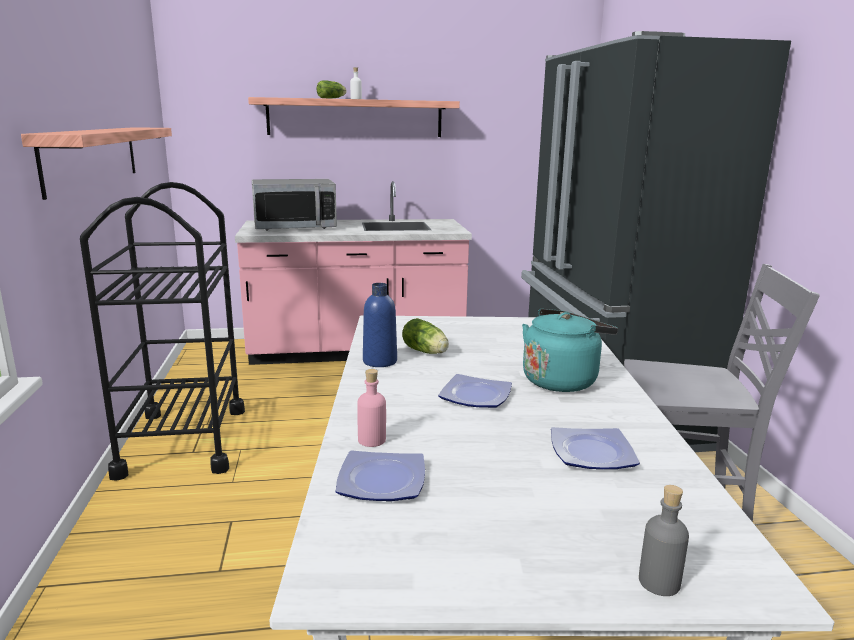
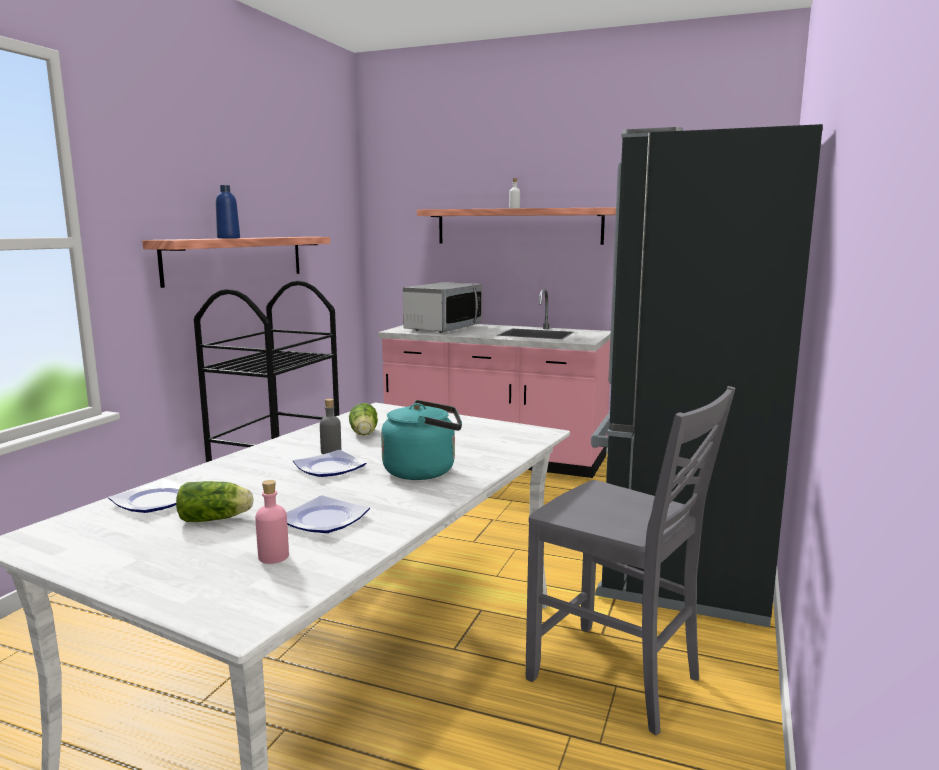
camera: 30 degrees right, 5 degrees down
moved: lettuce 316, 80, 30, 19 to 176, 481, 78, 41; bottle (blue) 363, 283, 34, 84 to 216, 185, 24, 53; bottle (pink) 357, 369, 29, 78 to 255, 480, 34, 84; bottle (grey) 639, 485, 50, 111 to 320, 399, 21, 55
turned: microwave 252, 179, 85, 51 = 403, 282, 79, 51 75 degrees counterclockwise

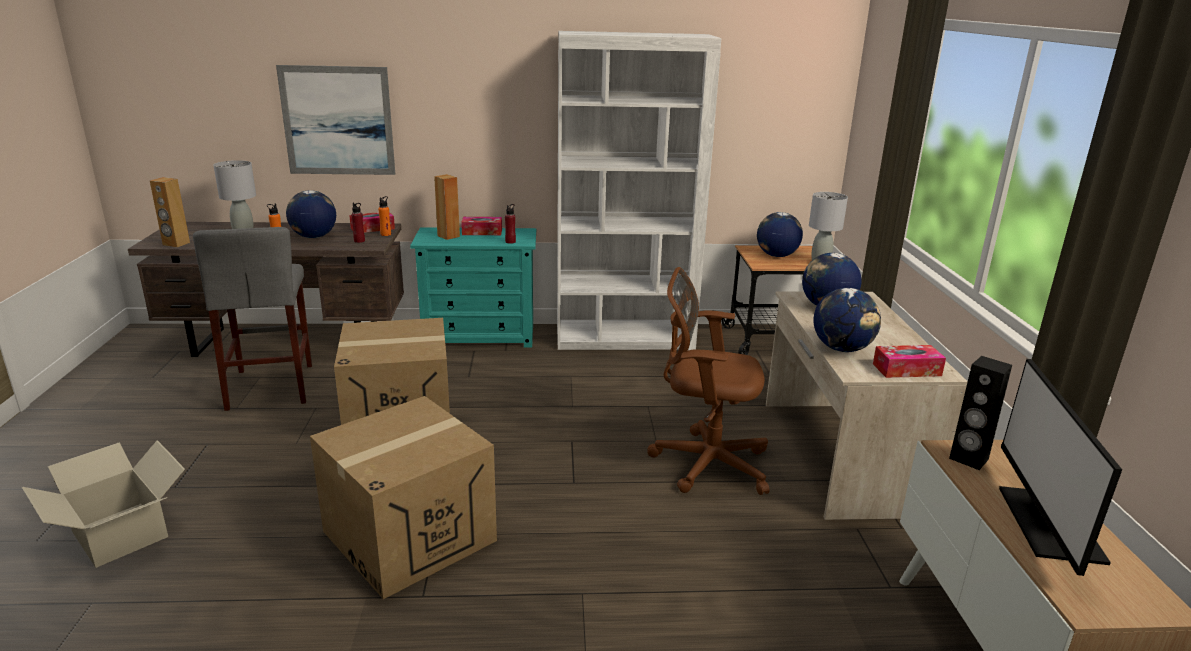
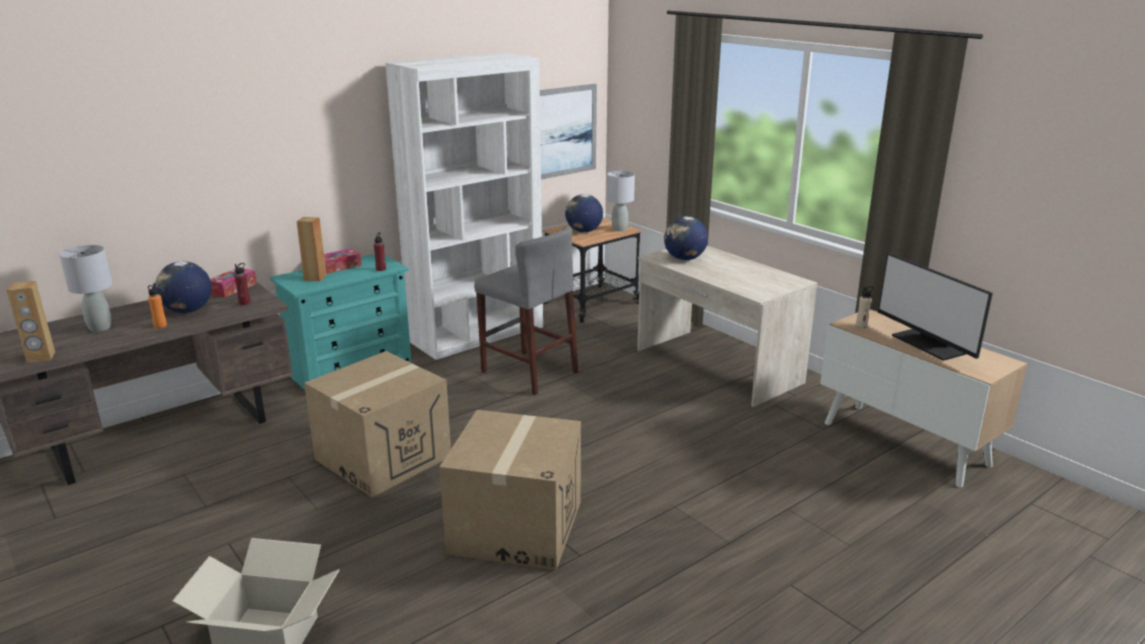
camera: 35 degrees left, 0 degrees up
removed: bottle (orange) 378, 196, 13, 40; office chair (brown) 647, 267, 122, 228; globe 813, 288, 68, 64; tissue box 873, 345, 73, 33
moved: stool (grey) 193, 227, 119, 184 to 474, 226, 104, 169; picture 276, 65, 119, 110 to 540, 84, 57, 96
replaced: speaker (black) 949, 356, 63, 114 to bottle (beige) 856, 286, 17, 42

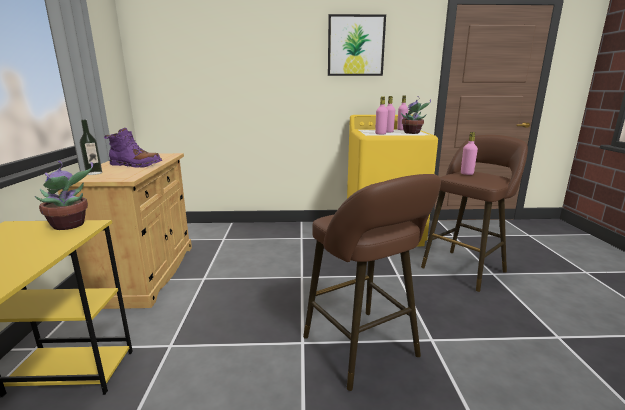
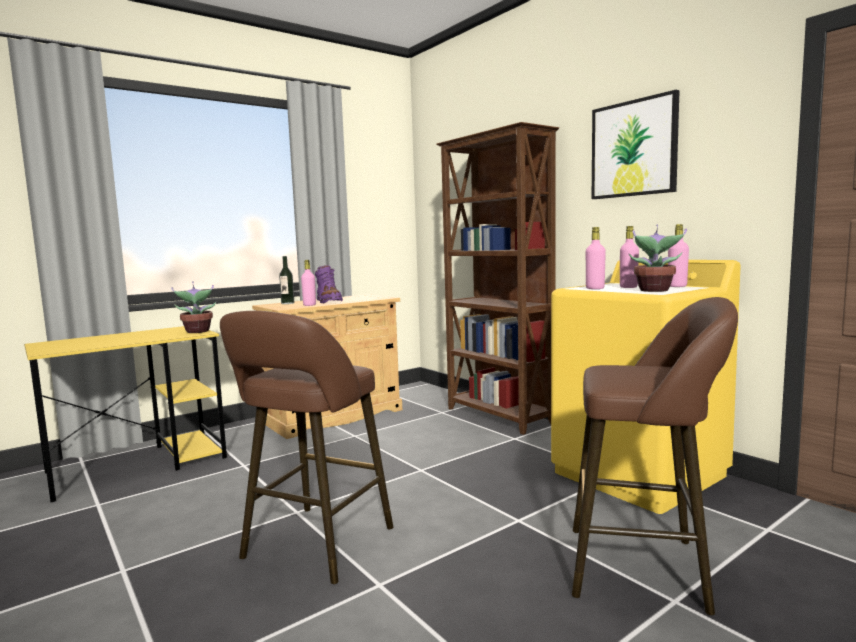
camera: 55 degrees right, 10 degrees down
added: bookcase (brown) 436, 122, 123, 313
moved: bottle (pink) 461, 132, 17, 43 to 301, 260, 15, 46

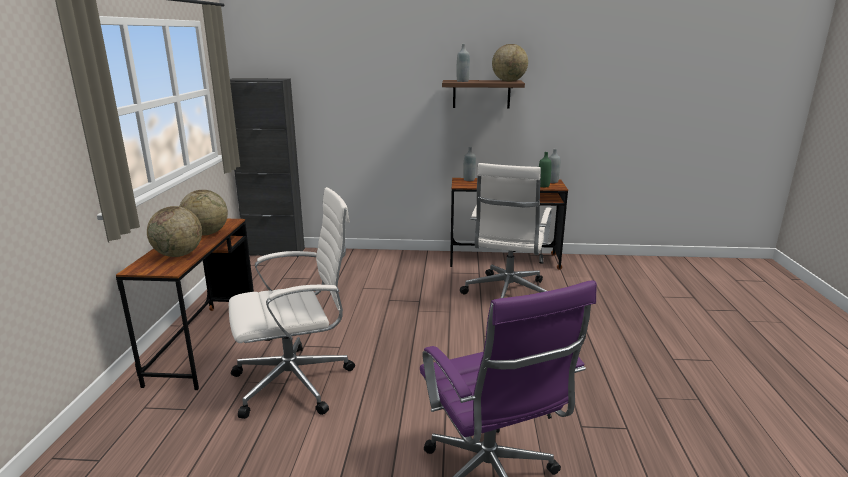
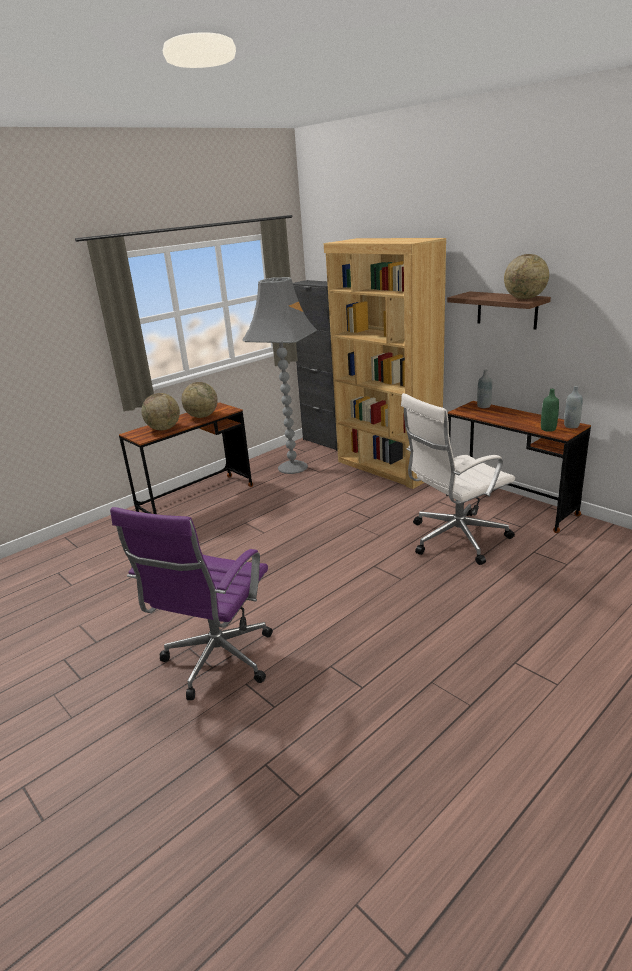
camera: 45 degrees right, 5 degrees up
removed: office chair (white) 229, 187, 126, 232; bottle (grey) 456, 44, 14, 38
added: floor lamp (grey) 243, 277, 74, 197; bookcase (brown) 324, 238, 122, 251

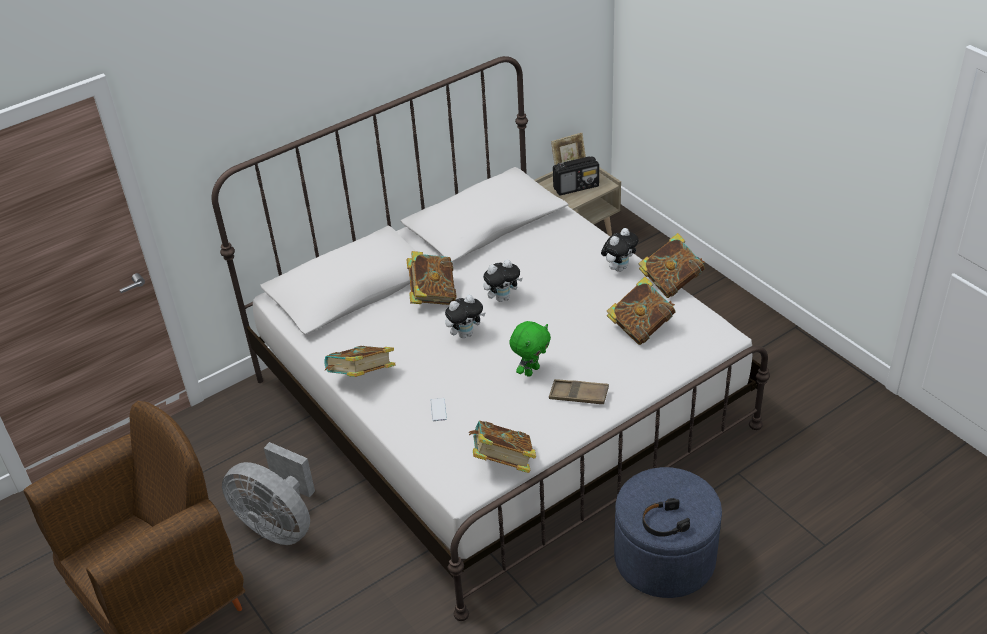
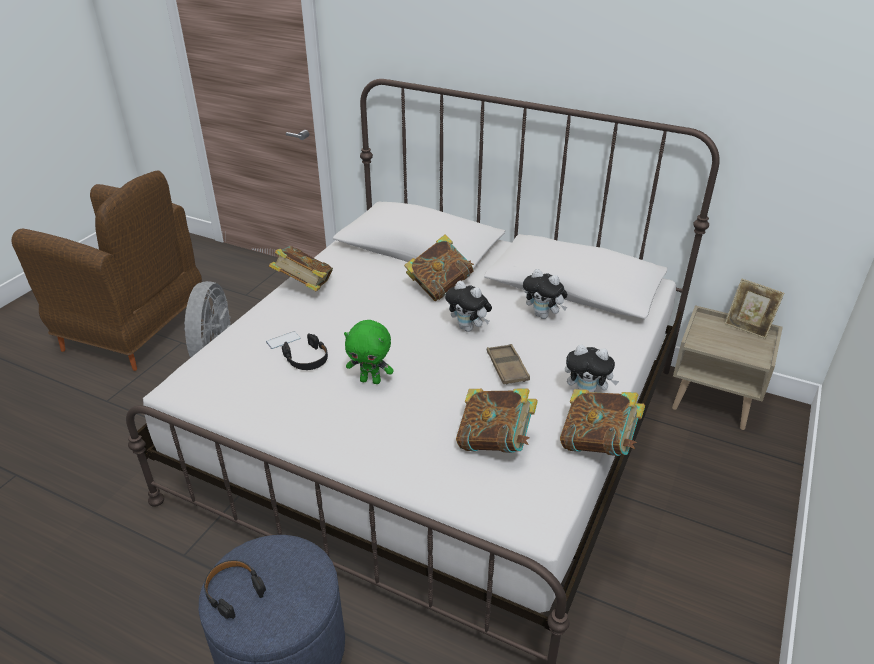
camera: 60 degrees right, 5 degrees down
removed: book 469, 421, 67, 52; radio 553, 156, 46, 39
added: headphones (black) 282, 333, 46, 37
moved: tray (brown) 549, 379, 60, 25 to 487, 344, 43, 41; plush toy 445, 295, 41, 43 to 523, 269, 44, 50

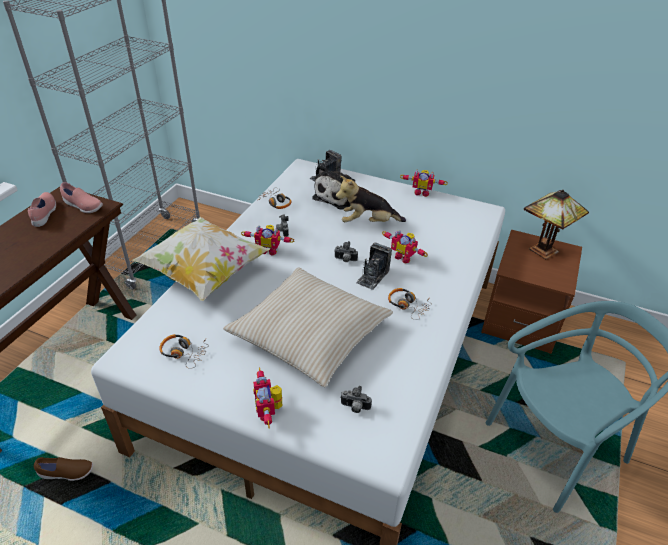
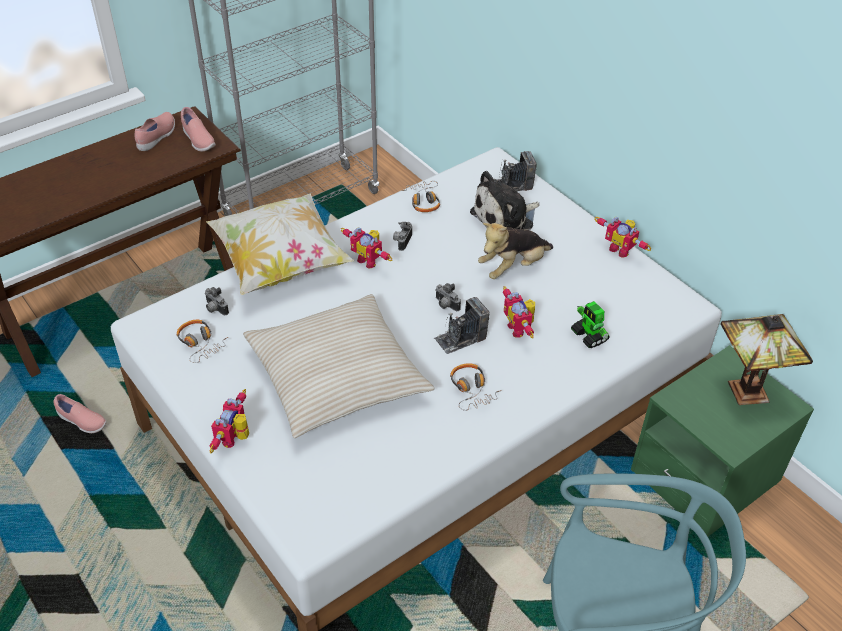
camera: 30 degrees right, 5 degrees up
added: toy robot 571, 301, 39, 47
moved: photo camera 341, 386, 31, 27 to 205, 287, 24, 28
recoloured: shoe (brown) 34, 457, 59, 24 to shoe (pink) 54, 394, 53, 39; nightstand (brown) 481, 230, 101, 124 to nightstand (green) 631, 345, 183, 191
turned: plush toy 336, 176, 70, 46 = 478, 223, 75, 56 60 degrees counterclockwise

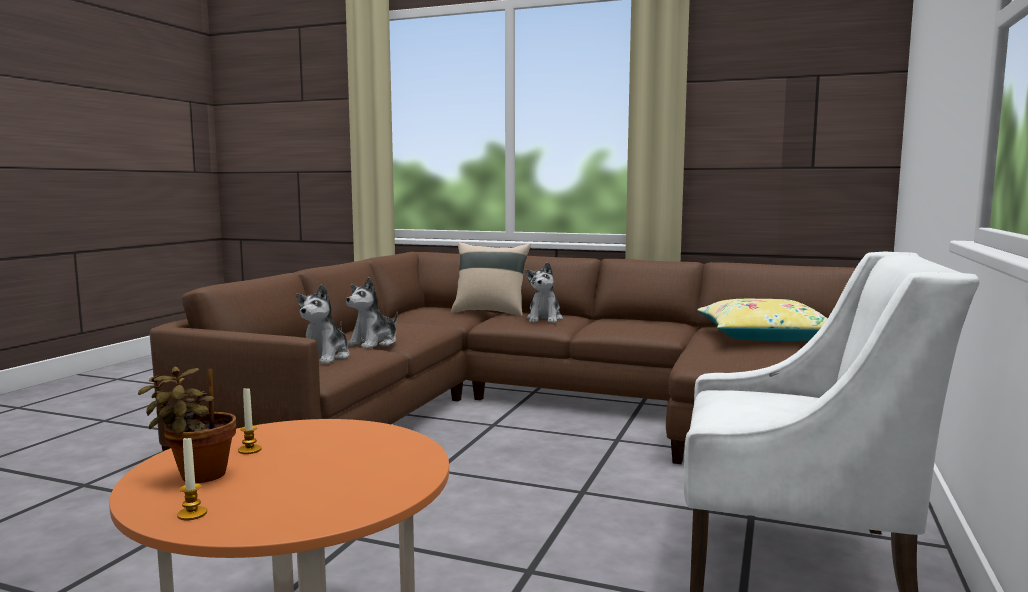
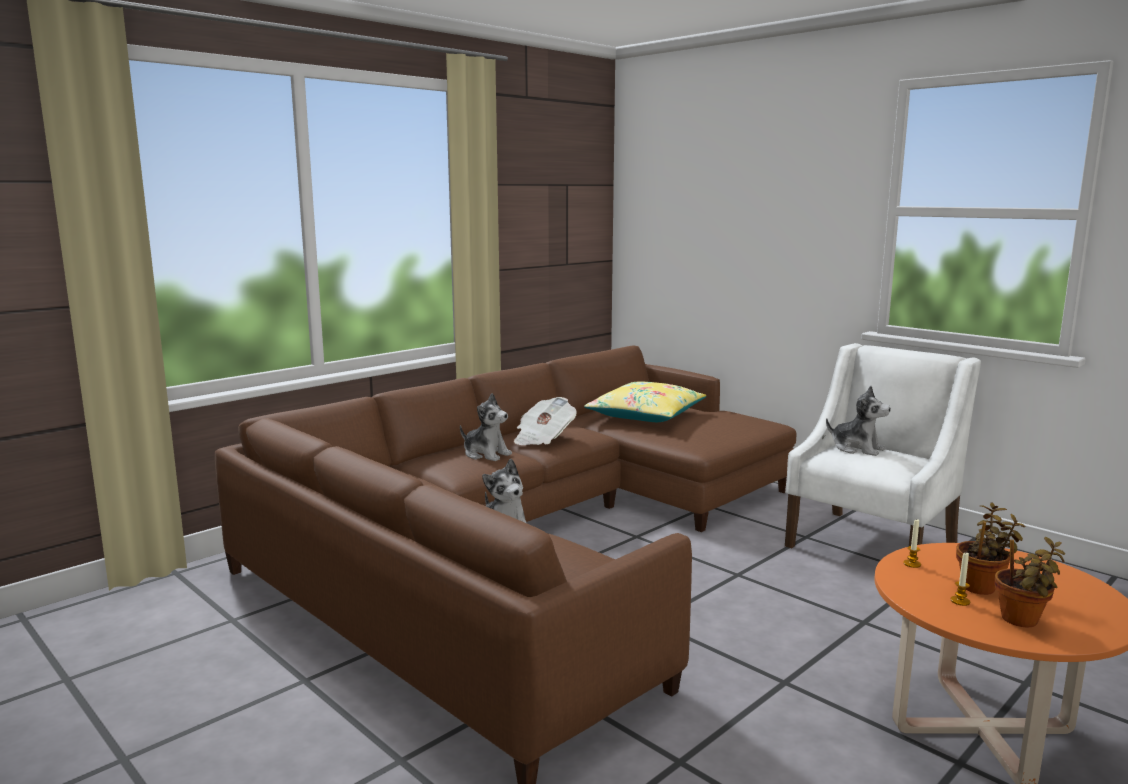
camera: 65 degrees left, 5 degrees up
removed: pillow (beige) 451, 242, 80, 75
added: newspaper 514, 397, 63, 48; potted plant 956, 503, 69, 92
moved: plush toy 296, 284, 54, 80 to 826, 386, 65, 70; candle 177, 438, 30, 82 to 903, 519, 18, 49

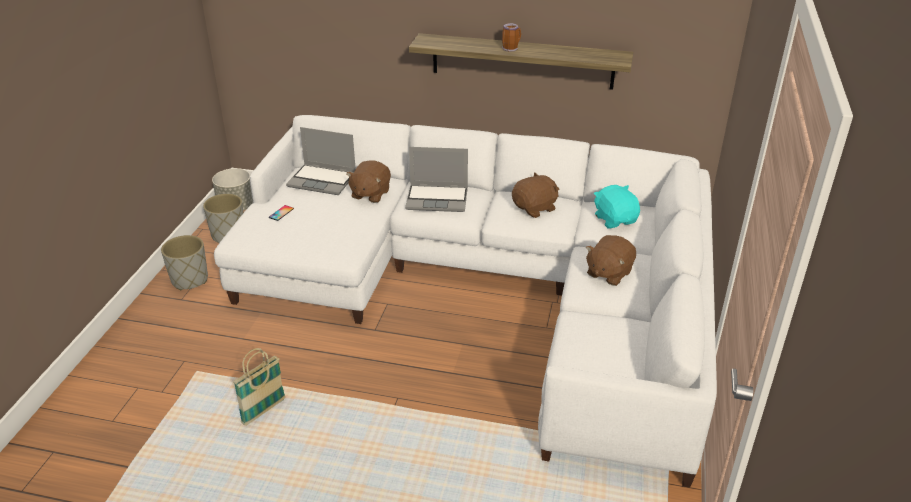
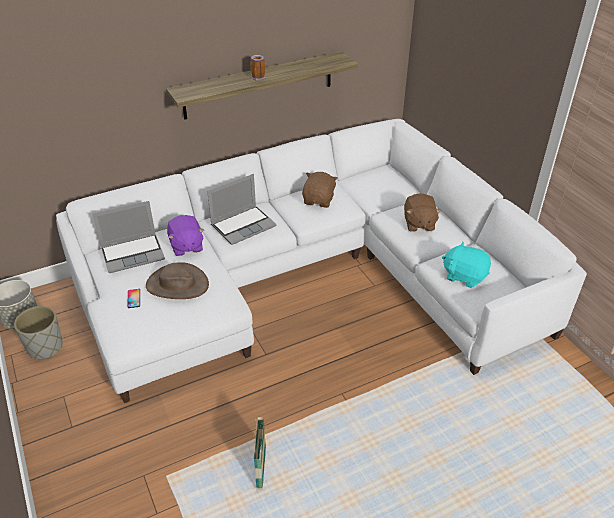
camera: 40 degrees left, 5 degrees up
removed: planter (grey) 161, 235, 47, 55
added: hat (brown) 146, 262, 63, 37
moved: plush toy (turquoise) 594, 185, 46, 43 to 442, 242, 49, 46
recoloured: plush toy (brown) 346, 160, 45, 43 to plush toy (purple) 167, 215, 37, 41

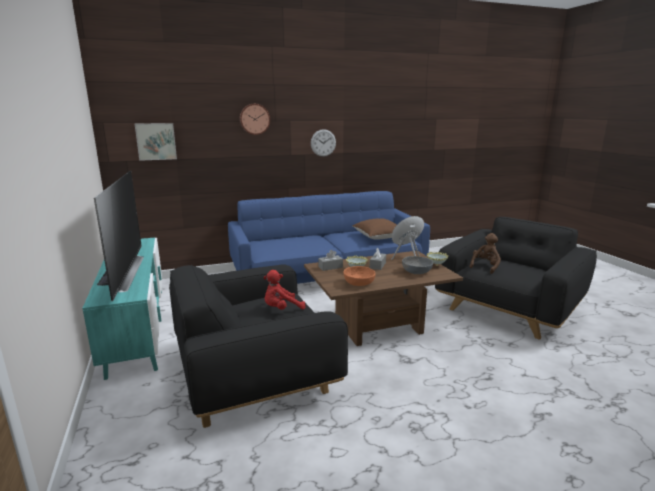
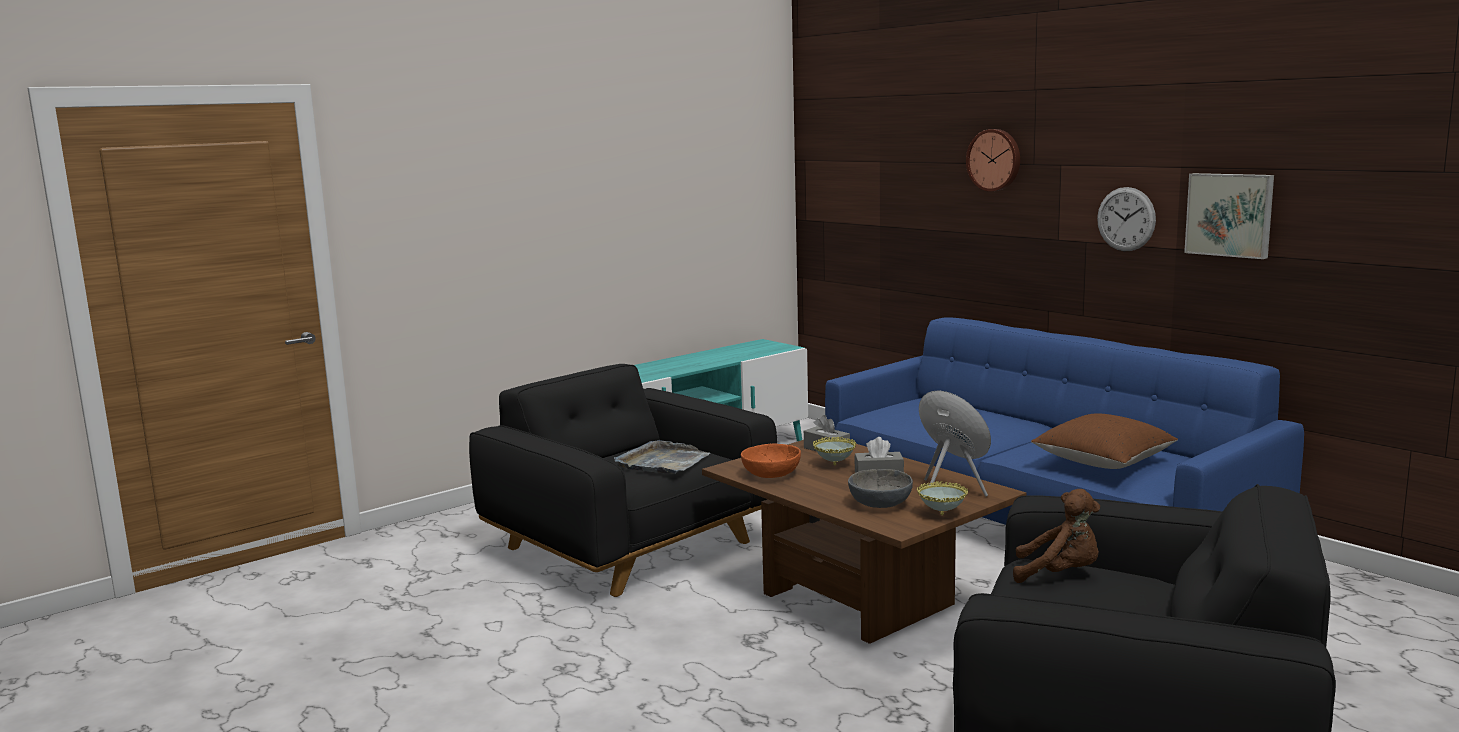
camera: 70 degrees right, 5 degrees down
removed: television 94, 171, 50, 130
moved: picture 135, 123, 42, 38 to 1184, 173, 90, 86
replaced: plush toy (red) 263, 270, 43, 40 to tray (grey) 614, 440, 96, 34

